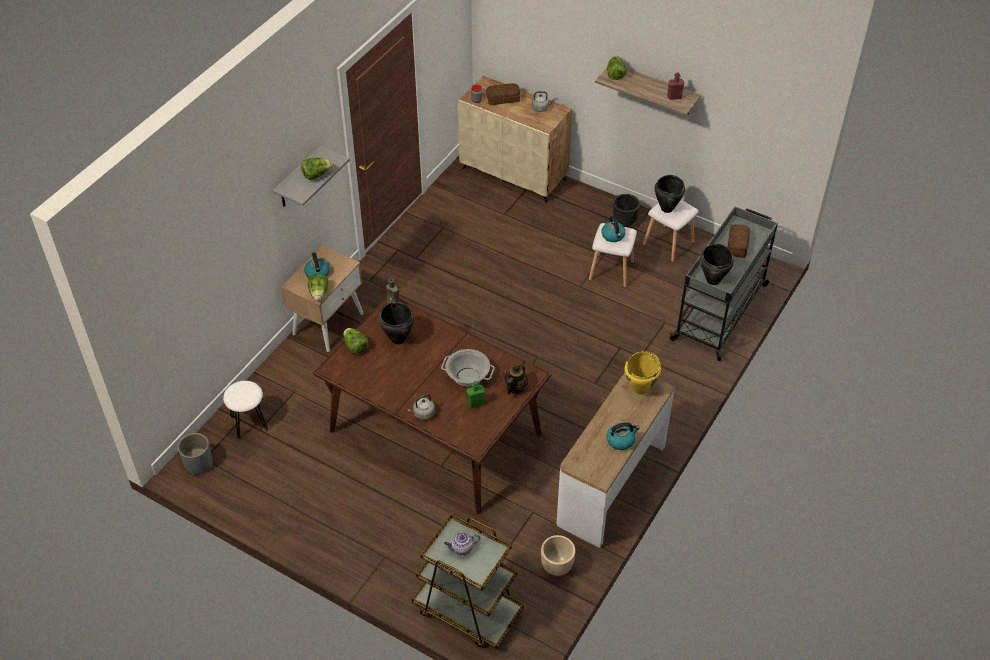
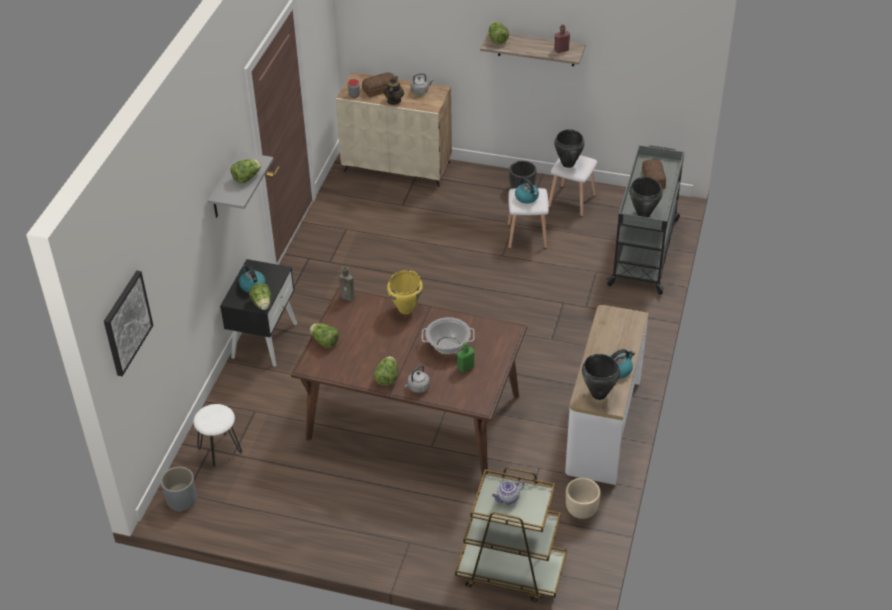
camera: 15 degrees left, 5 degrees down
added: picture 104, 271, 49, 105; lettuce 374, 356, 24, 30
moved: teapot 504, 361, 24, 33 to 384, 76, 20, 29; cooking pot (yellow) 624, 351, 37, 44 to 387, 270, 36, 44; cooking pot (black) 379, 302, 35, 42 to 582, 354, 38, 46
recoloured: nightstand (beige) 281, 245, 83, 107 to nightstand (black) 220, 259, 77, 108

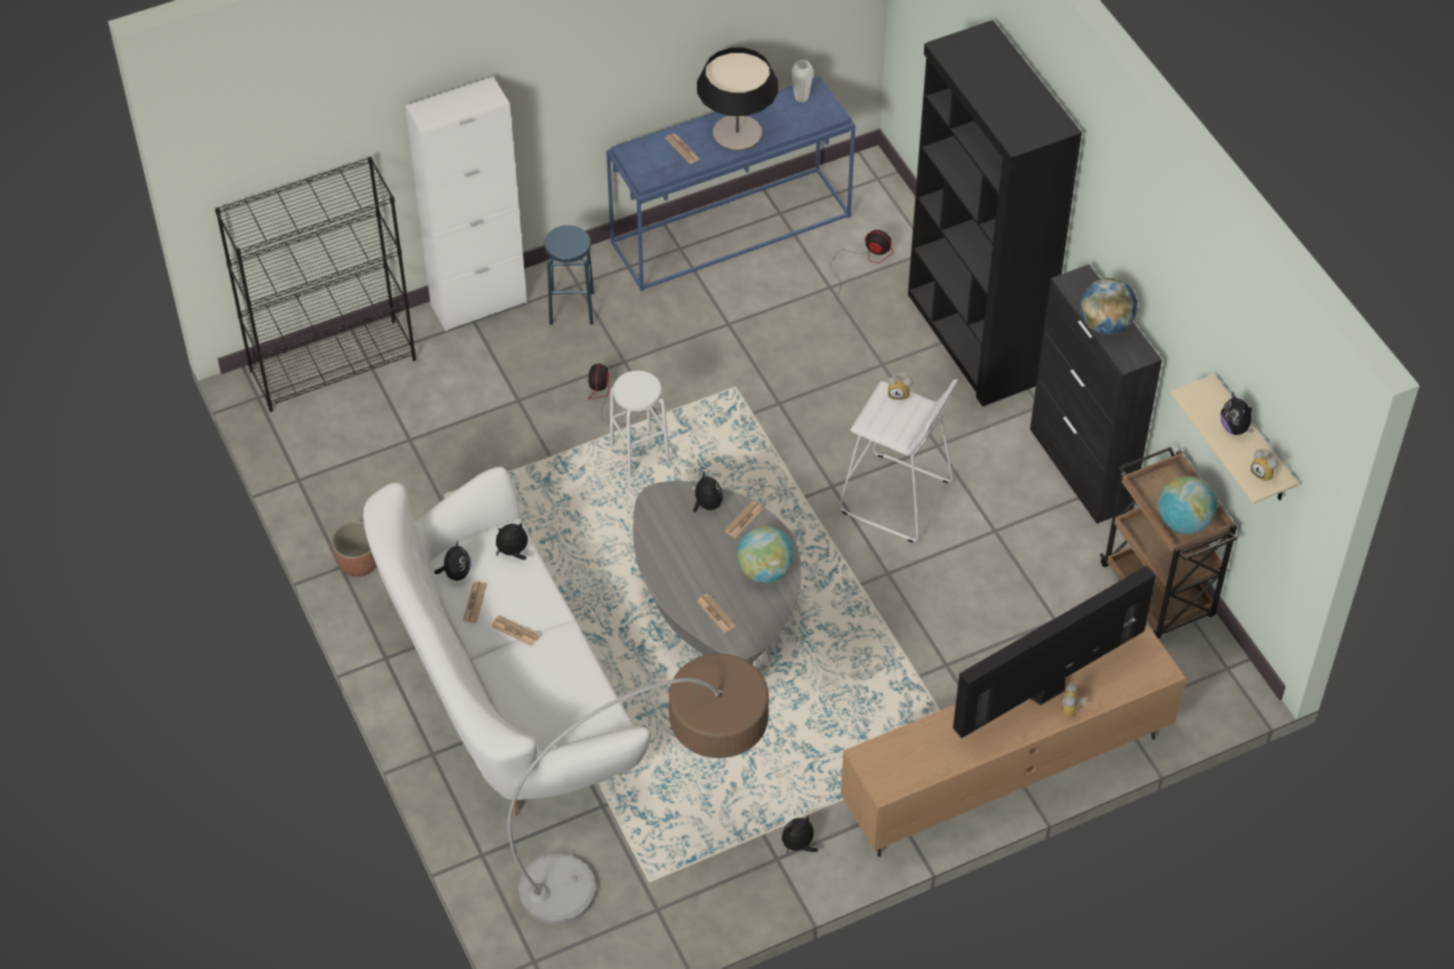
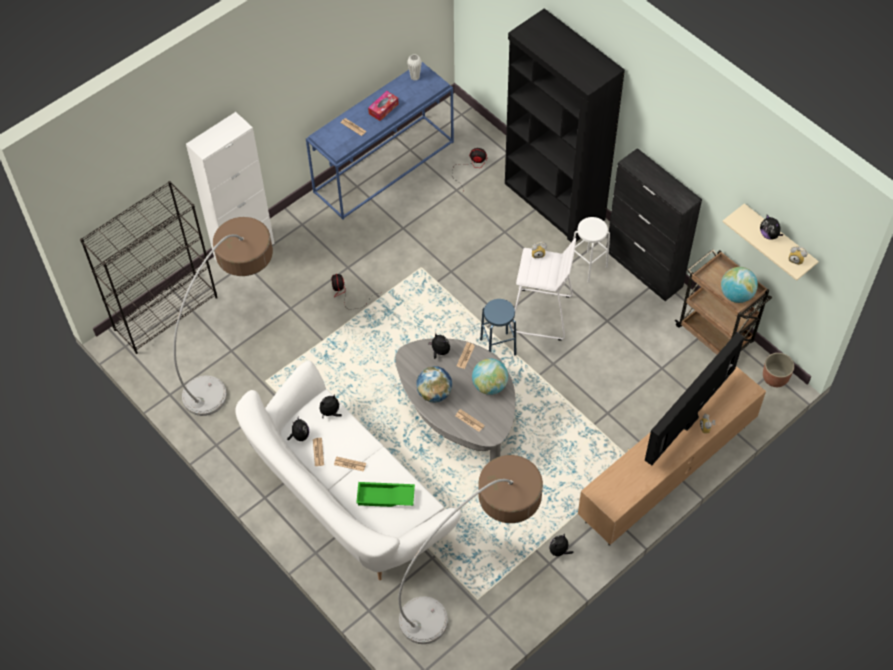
camera: 15 degrees left, 5 degrees up
added: floor lamp 174, 217, 99, 199; tray (green) 356, 482, 59, 25
moved: globe 1080, 278, 58, 57 to 416, 366, 36, 37; stool (blue) 544, 225, 50, 100 to 480, 299, 36, 57; stool (white) 610, 371, 60, 106 to 573, 217, 37, 66; planter 332, 521, 45, 56 to 763, 353, 31, 34
replaced: table lamp 697, 47, 81, 104 to tissue box 368, 91, 31, 30

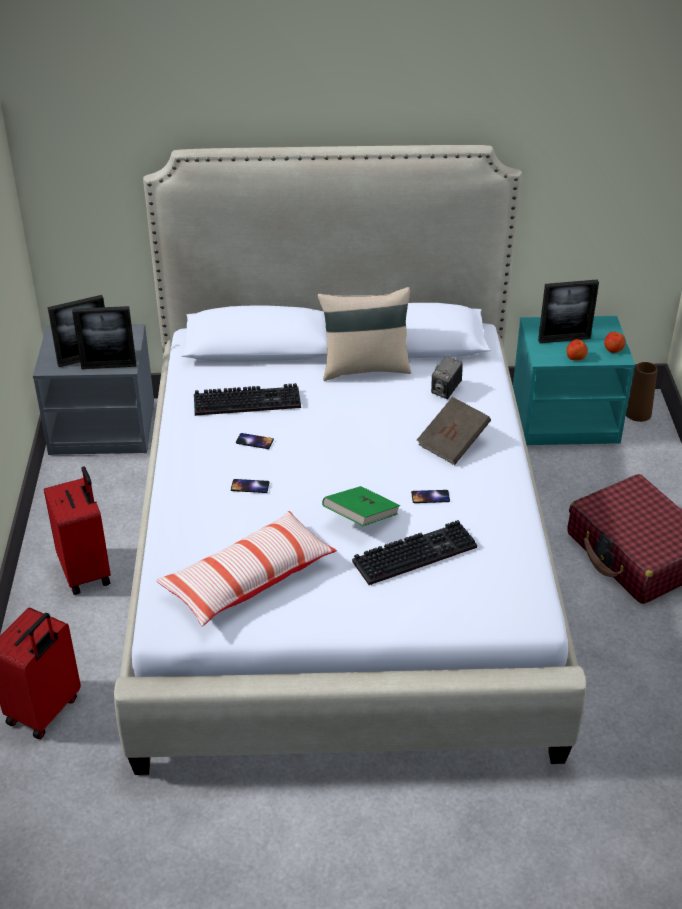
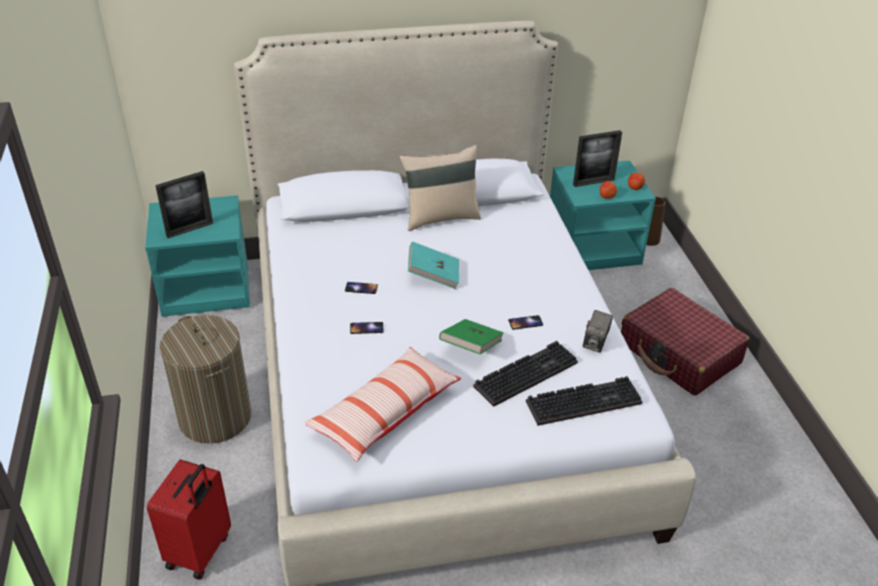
camera: 10 degrees left, 0 degrees up
removed: picture frame 72, 306, 64, 63; book (brown) 417, 397, 74, 68
added: book (turquoise) 408, 241, 51, 48
moved: keyboard 194, 383, 107, 33 to 526, 376, 116, 50; photo camera 431, 356, 32, 43 to 583, 310, 30, 43
replaced: suitcase (red) 44, 466, 67, 129 to laundry basket 160, 315, 91, 129
recoloured: nightstand (grey) 33, 324, 121, 131 to nightstand (turquoise) 145, 195, 105, 122

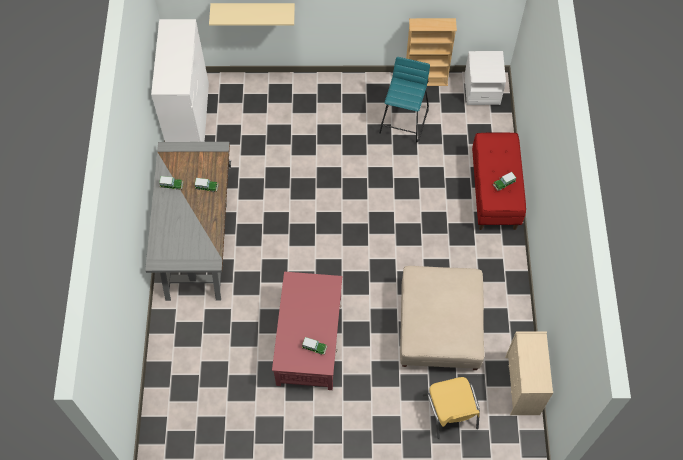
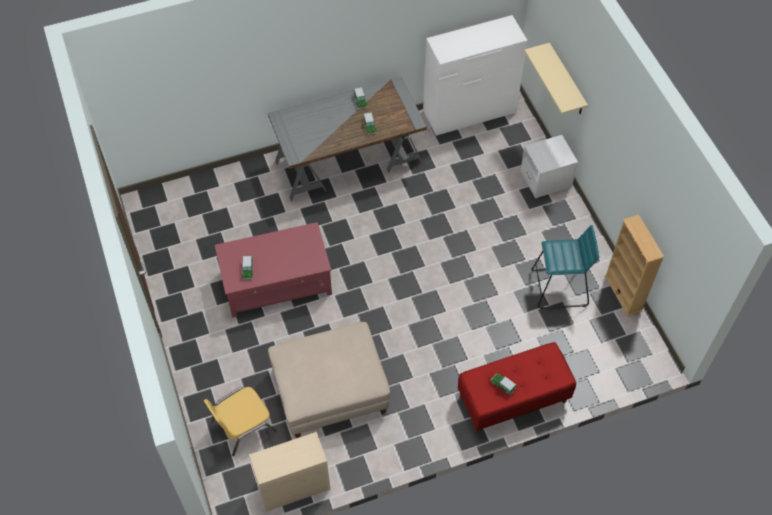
camera: 70 degrees right, 5 degrees down
moved: nightstand (white) 464, 51, 42, 54 to 520, 135, 58, 63

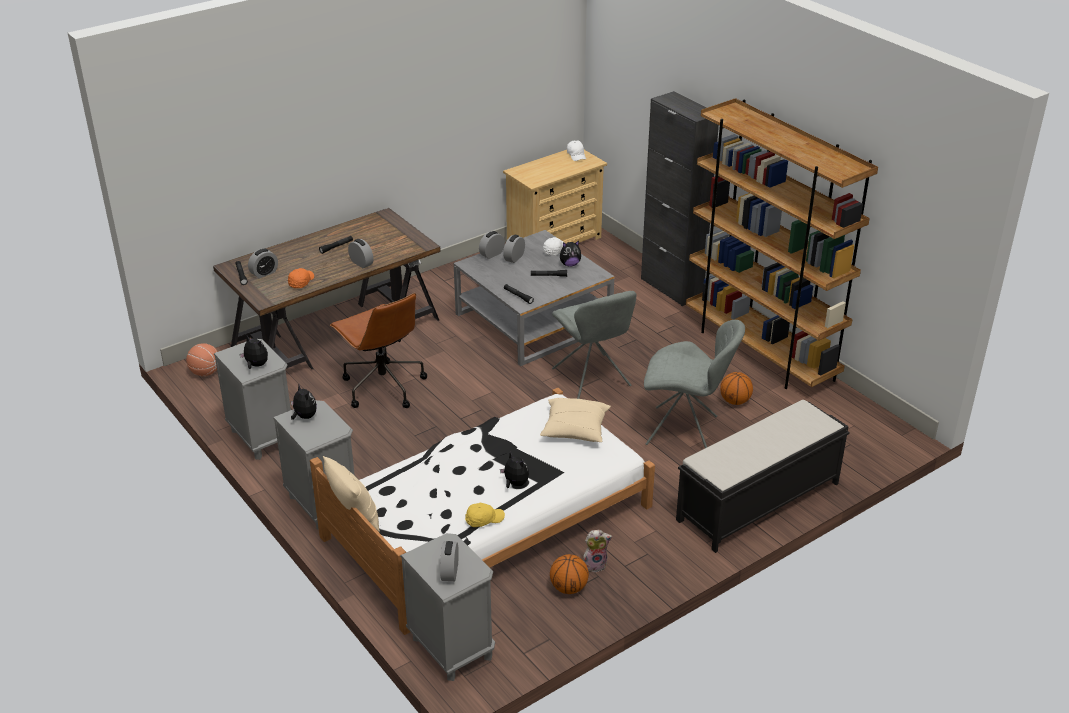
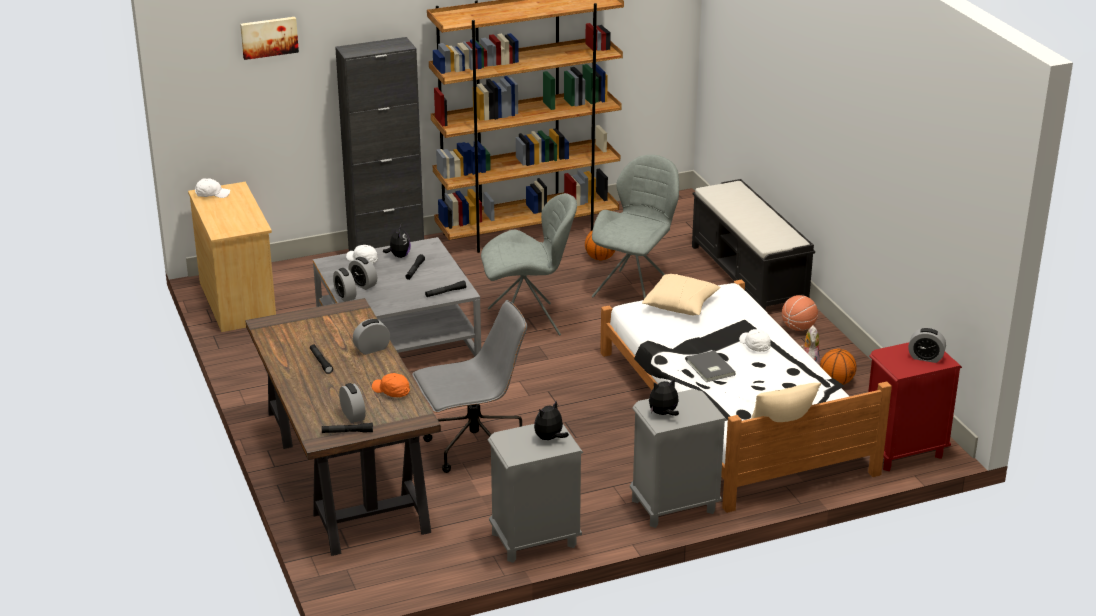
camera: 75 degrees left, 5 degrees down
removed: cap (yellow) 465, 503, 40, 24
added: picture 240, 17, 59, 43; book (grey) 686, 350, 50, 32
moved: basketball 186, 343, 32, 33 to 782, 295, 36, 36
replaced: plush toy 500, 452, 29, 36 to cap (white) 739, 329, 32, 23
recoloured: office chair (brown) 330, 293, 97, 115 to office chair (grey) 412, 300, 115, 173; nightstand (grey) 400, 533, 95, 148 to nightstand (red) 868, 342, 94, 129

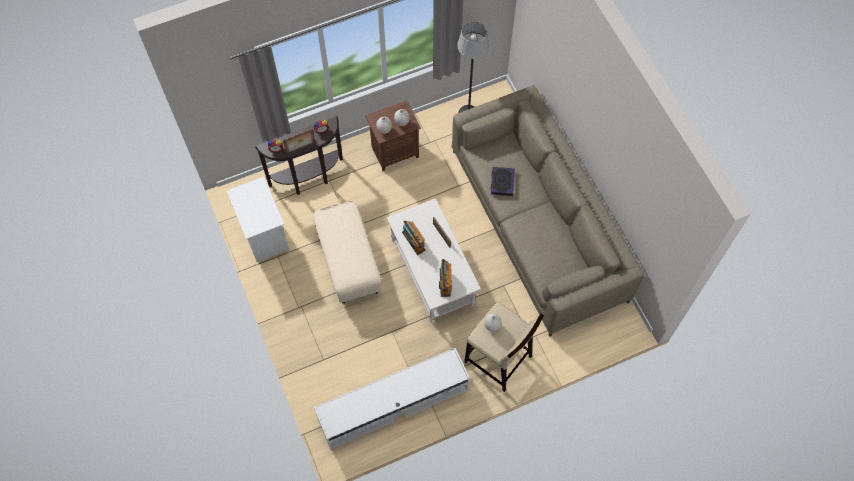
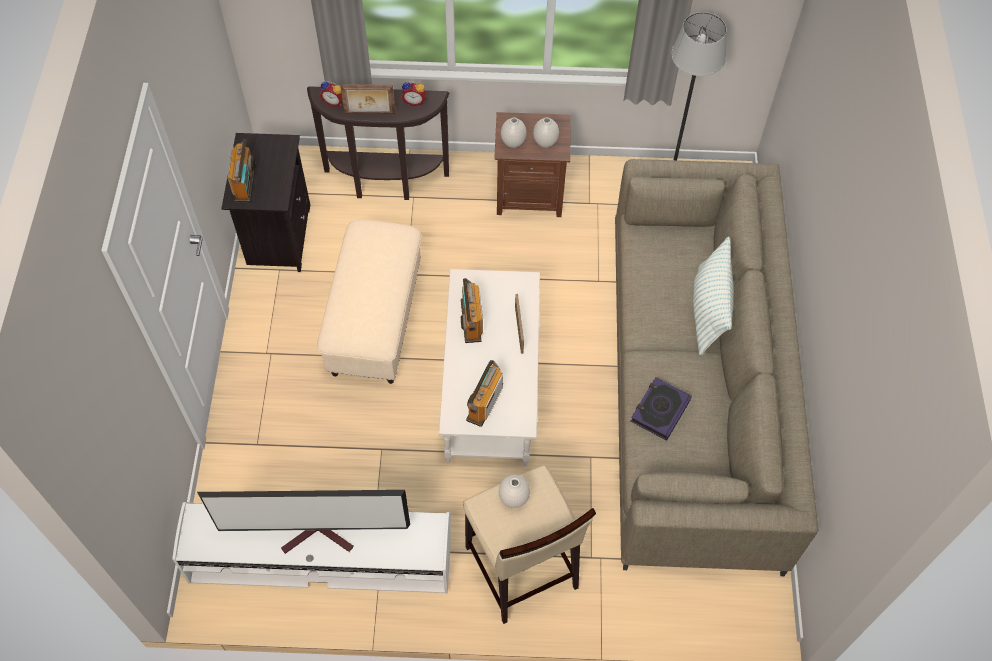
camera: 25 degrees right, 5 degrees down
added: television 197, 490, 213, 64; radio 228, 139, 28, 64; pillow 693, 237, 41, 119
moved: book 491, 167, 24, 29 to 630, 377, 62, 64
recoloured: nightstand (white) 227, 177, 63, 85 to nightstand (black) 221, 133, 89, 139

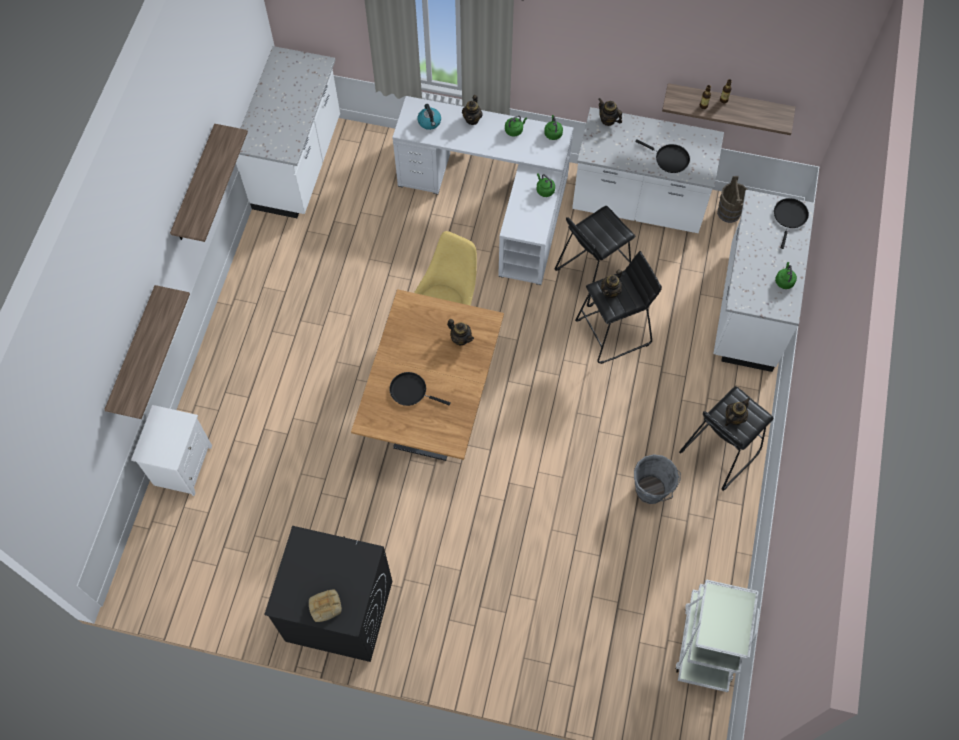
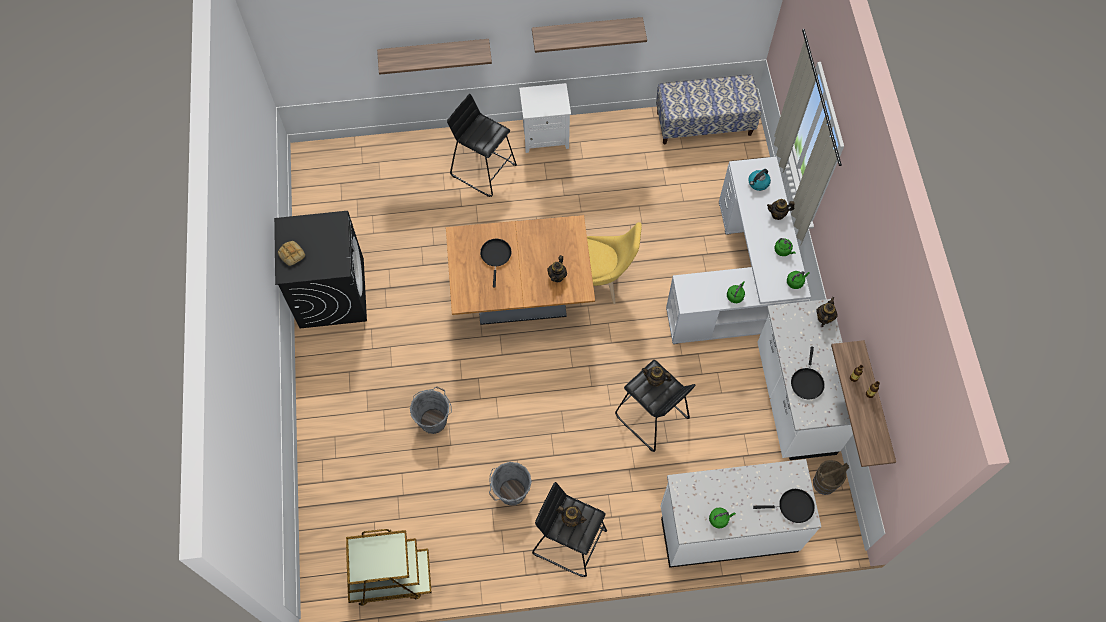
camera: 70 degrees right, 0 degrees up
added: bucket (grey) 410, 387, 42, 47
moved: stool (black) 555, 206, 80, 101 to 447, 94, 70, 103; nightstand (white) 131, 405, 81, 91 to 519, 83, 52, 70
replaced: counter (white) 236, 46, 104, 172 to bench 656, 74, 106, 70
recoloured: cart (white) 675, 579, 84, 113 to cart (brown) 346, 529, 86, 77

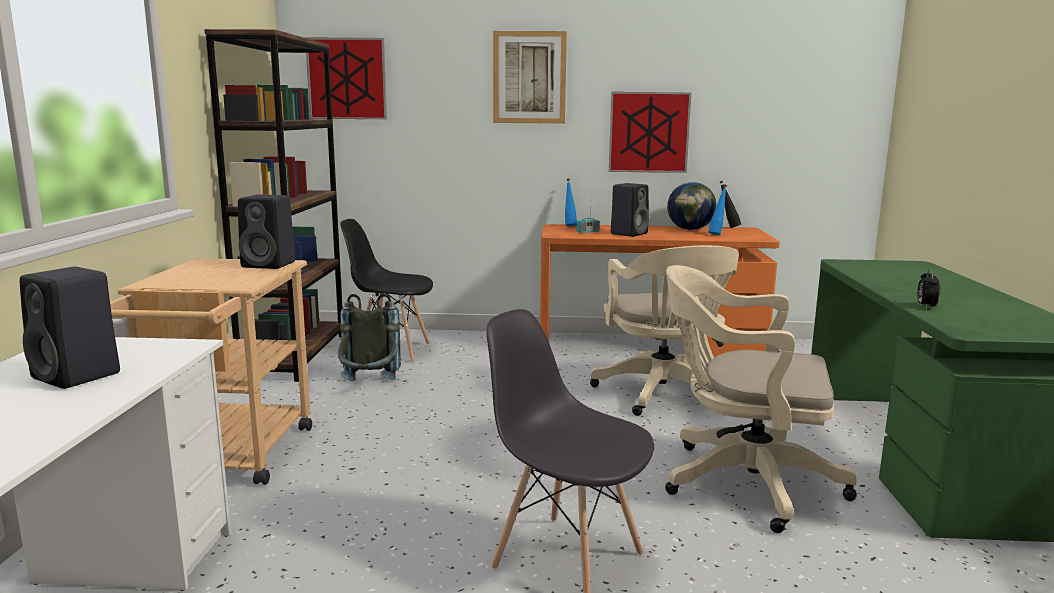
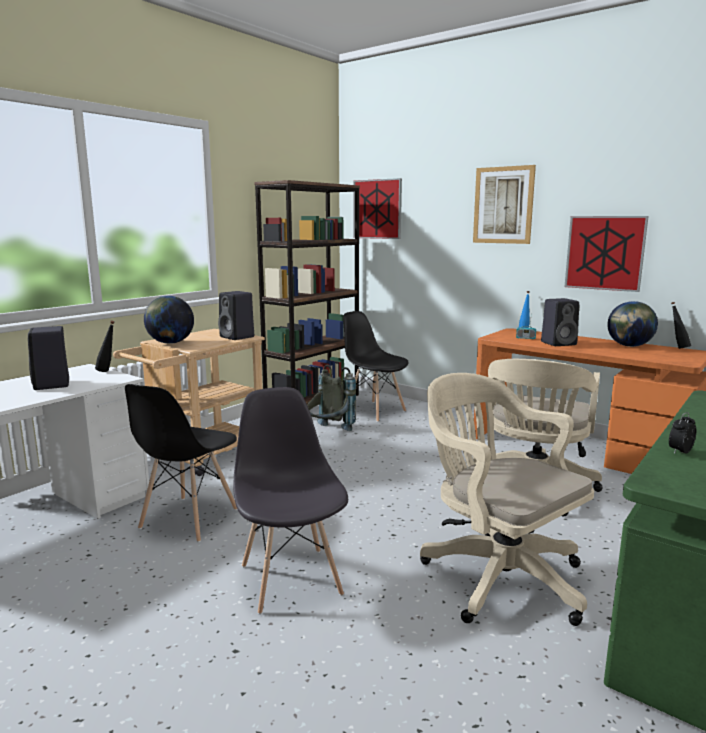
camera: 35 degrees right, 0 degrees up
removed: bottle (blue) 708, 185, 19, 50
added: bottle (black) 95, 321, 20, 51; chair (black) 125, 384, 113, 158; globe 144, 296, 50, 48

